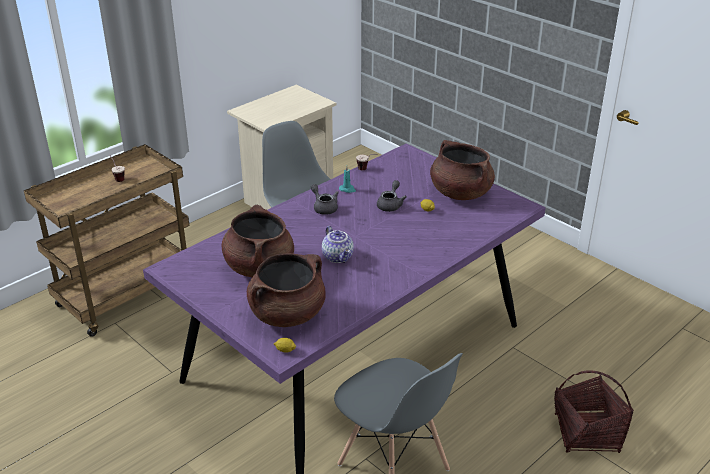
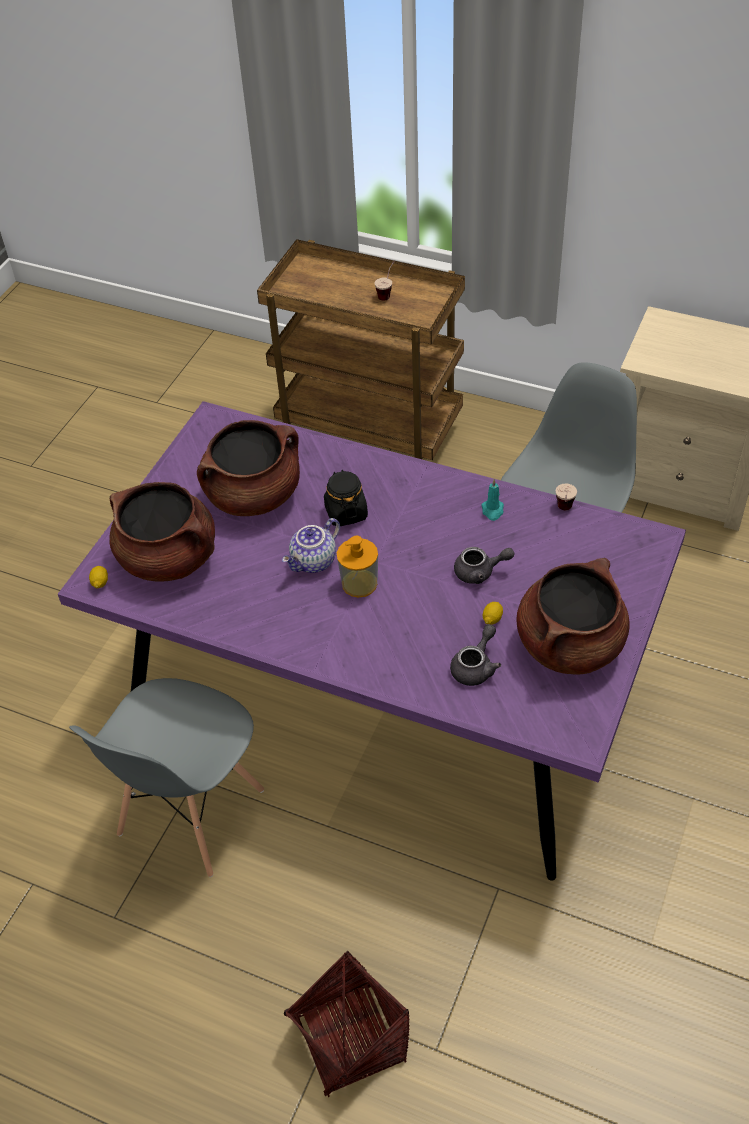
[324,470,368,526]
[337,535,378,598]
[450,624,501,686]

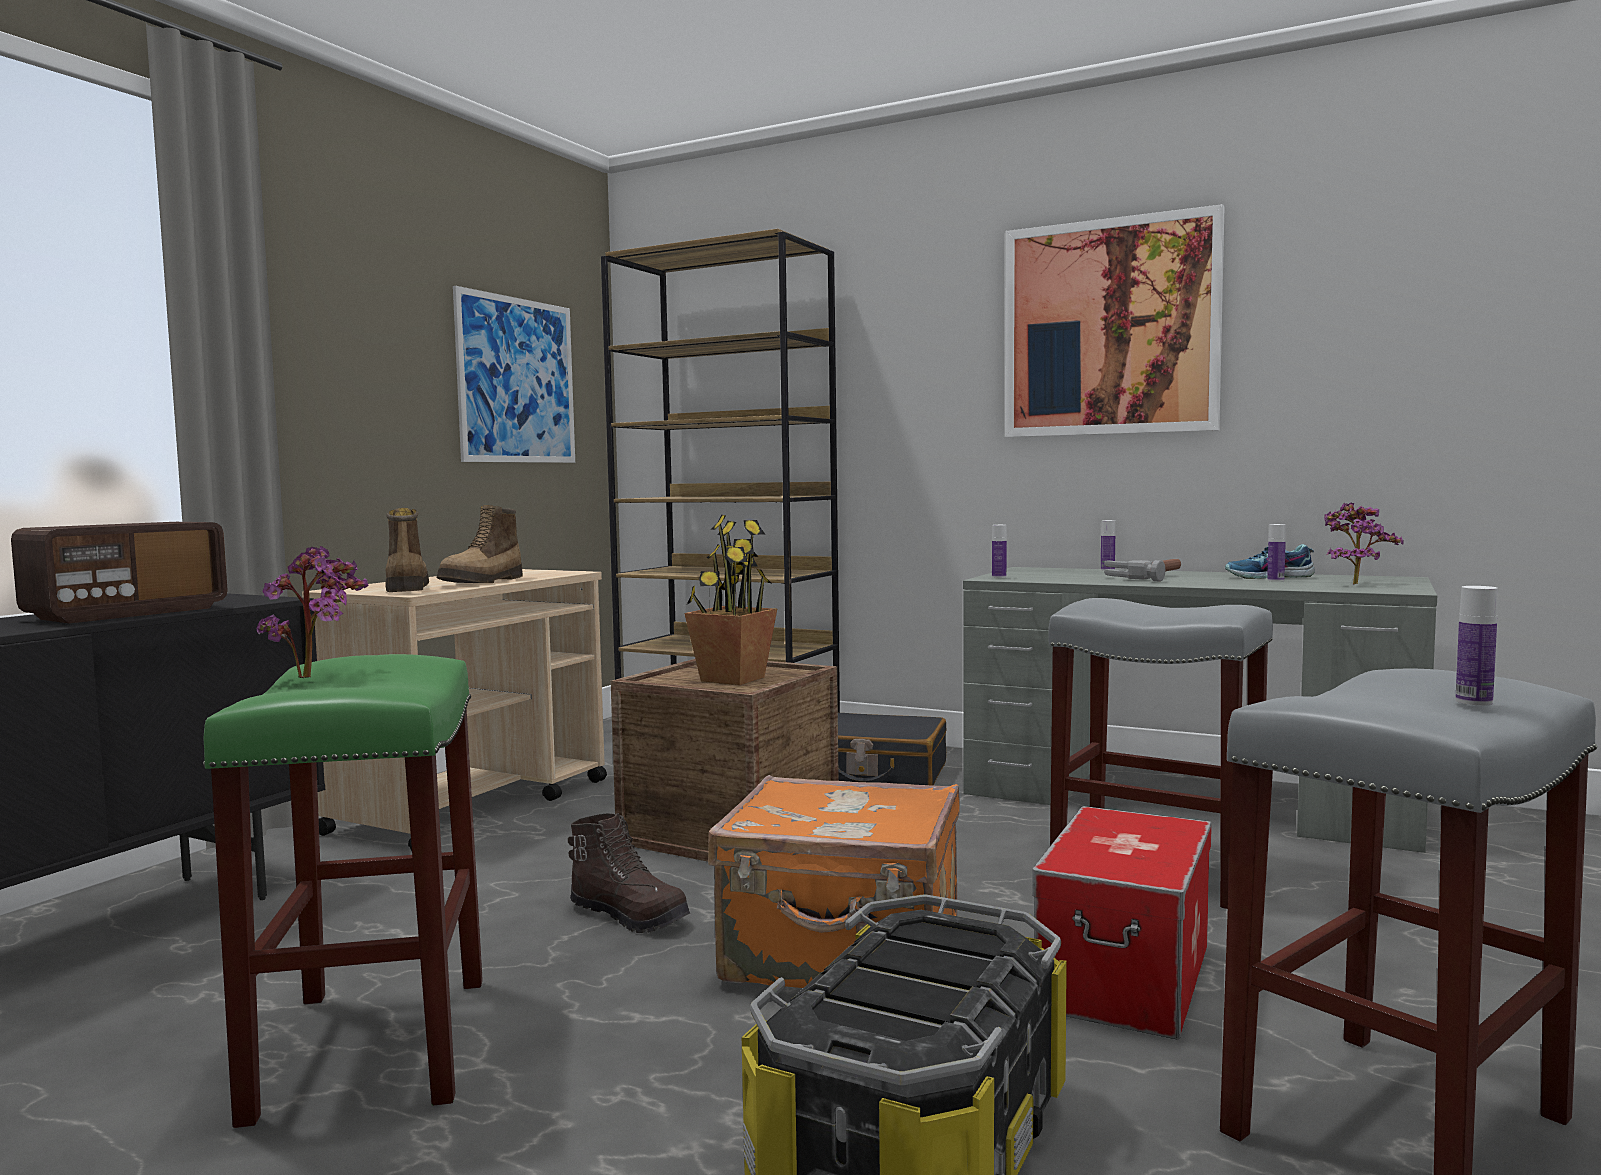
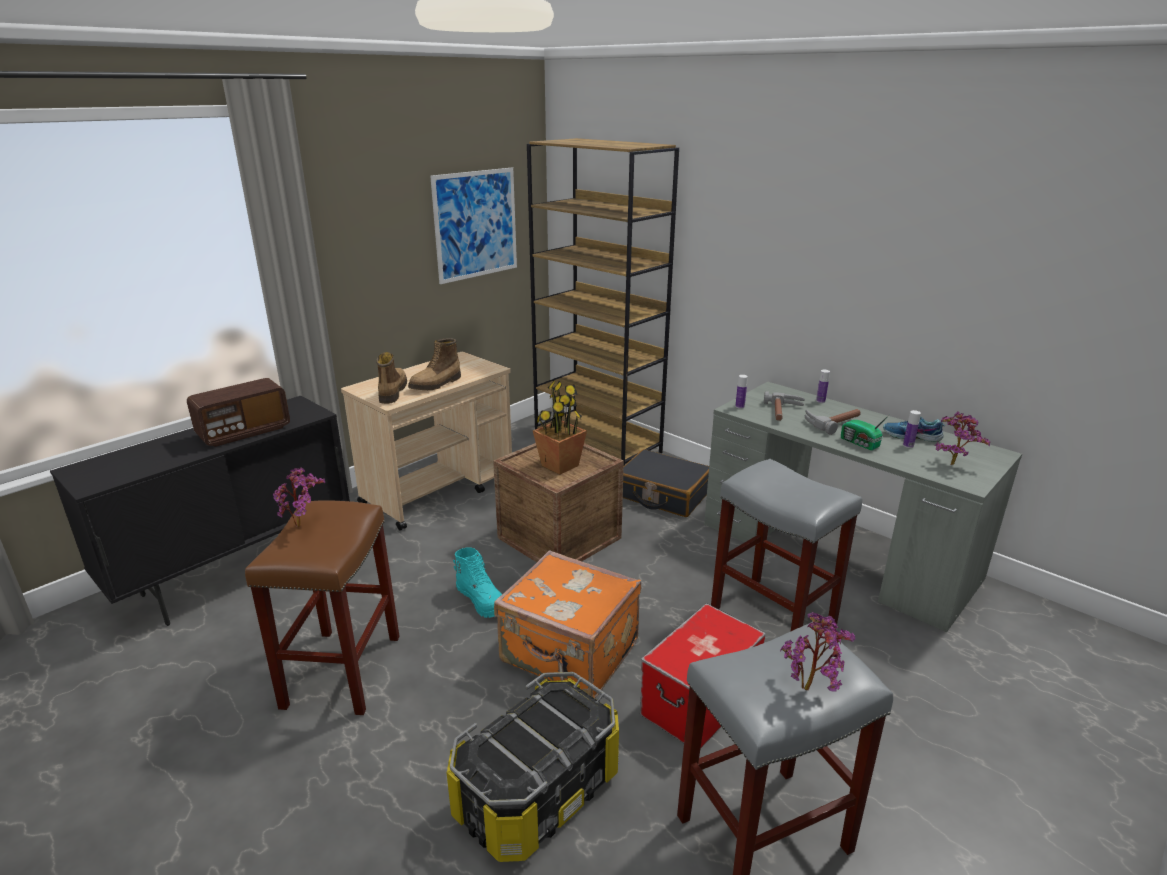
[245,500,400,715]
[453,548,502,618]
[764,391,805,421]
[780,612,855,692]
[841,414,890,450]
[1005,204,1224,437] (first image)

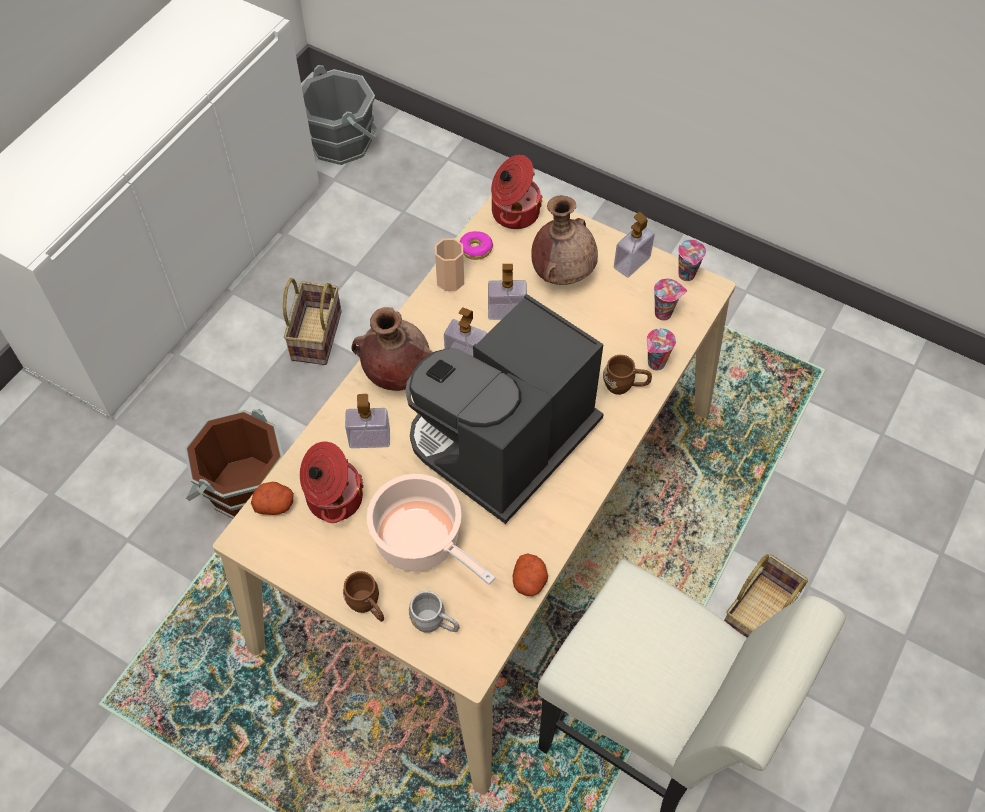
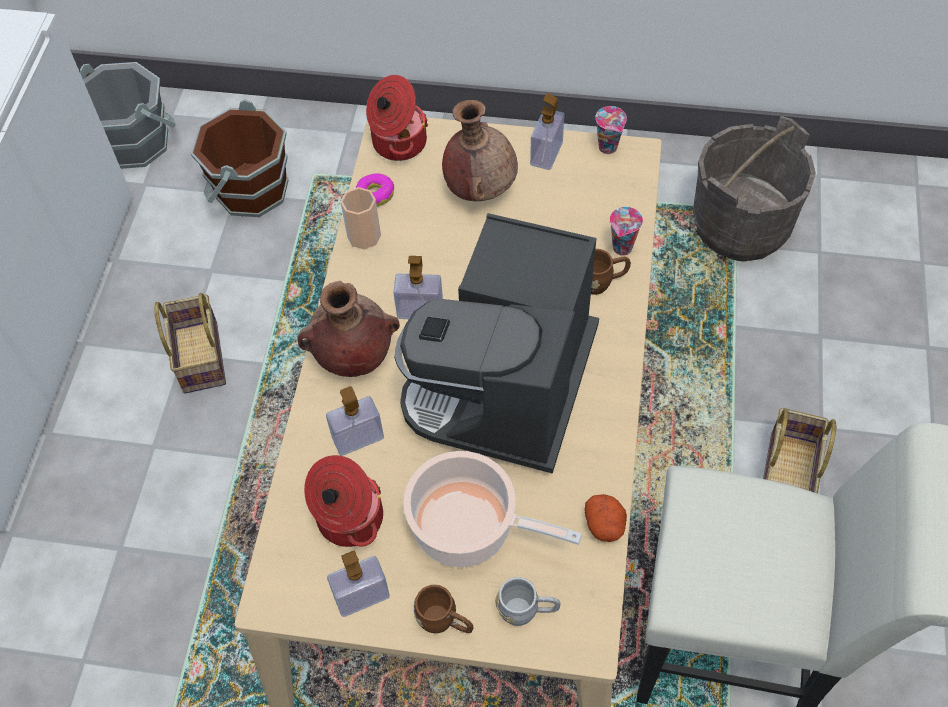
[190,99,288,217]
[327,550,390,617]
[693,116,816,262]
[251,482,294,515] (first image)
[654,278,687,321] (first image)

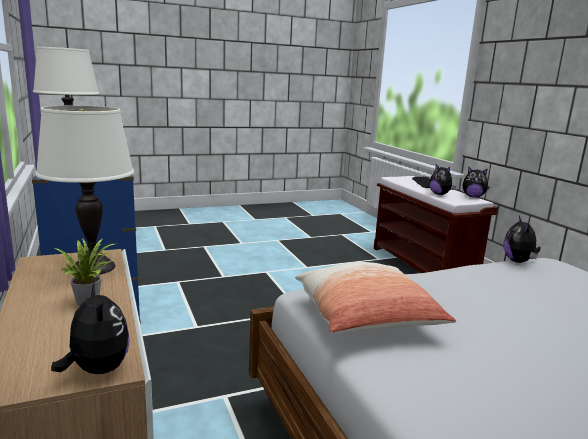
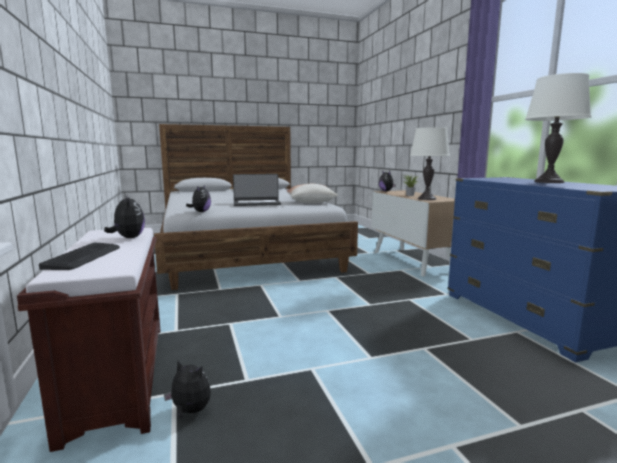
[164,360,211,419]
[233,174,281,206]

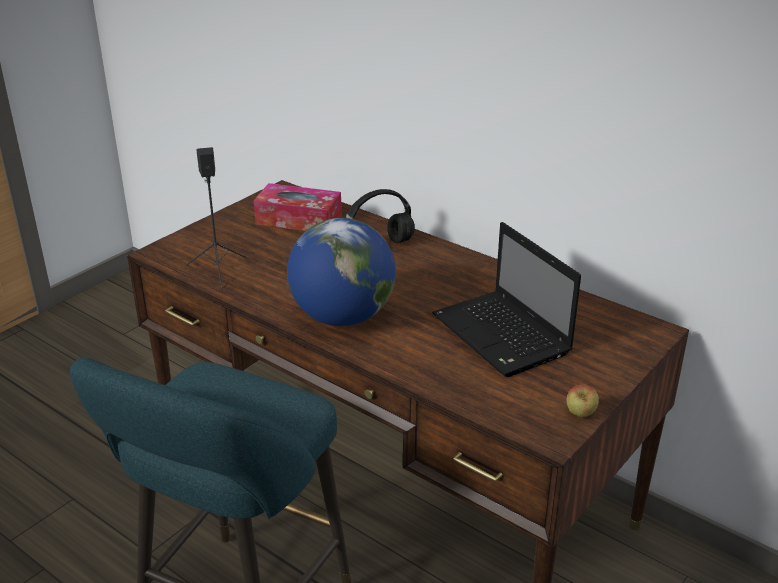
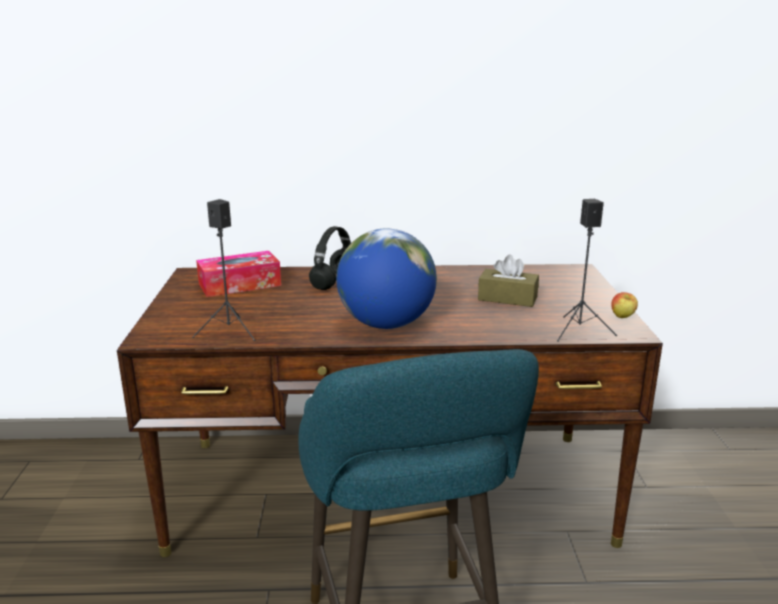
[478,254,539,307]
[557,199,617,342]

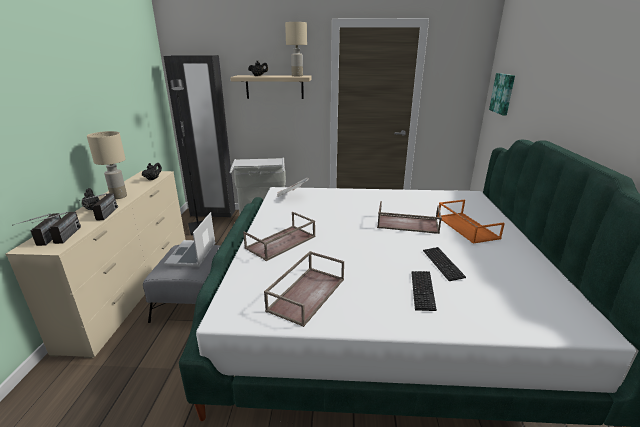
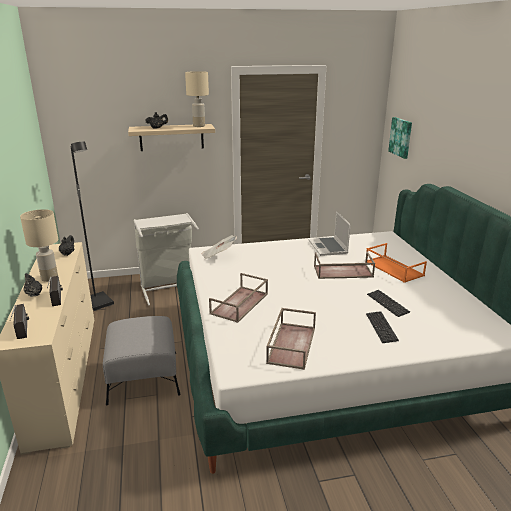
[309,211,350,256]
[32,212,81,244] (first image)
[163,55,235,217] (first image)

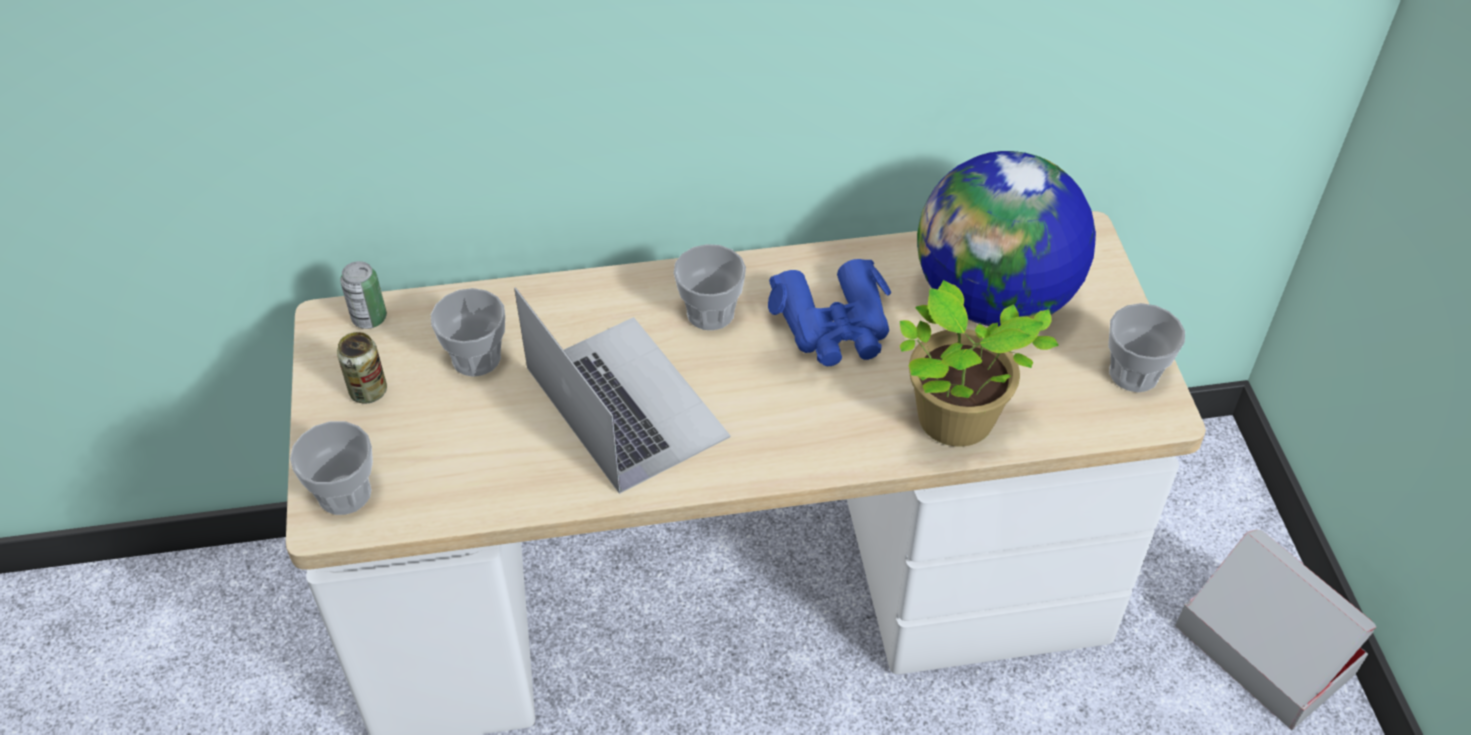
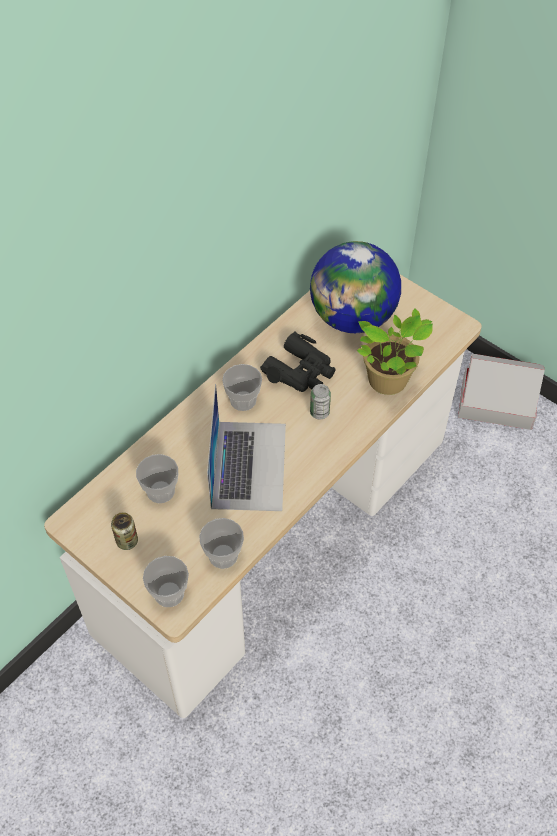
[199,518,244,569]
[207,384,286,511]
[260,332,336,392]
[310,384,331,419]

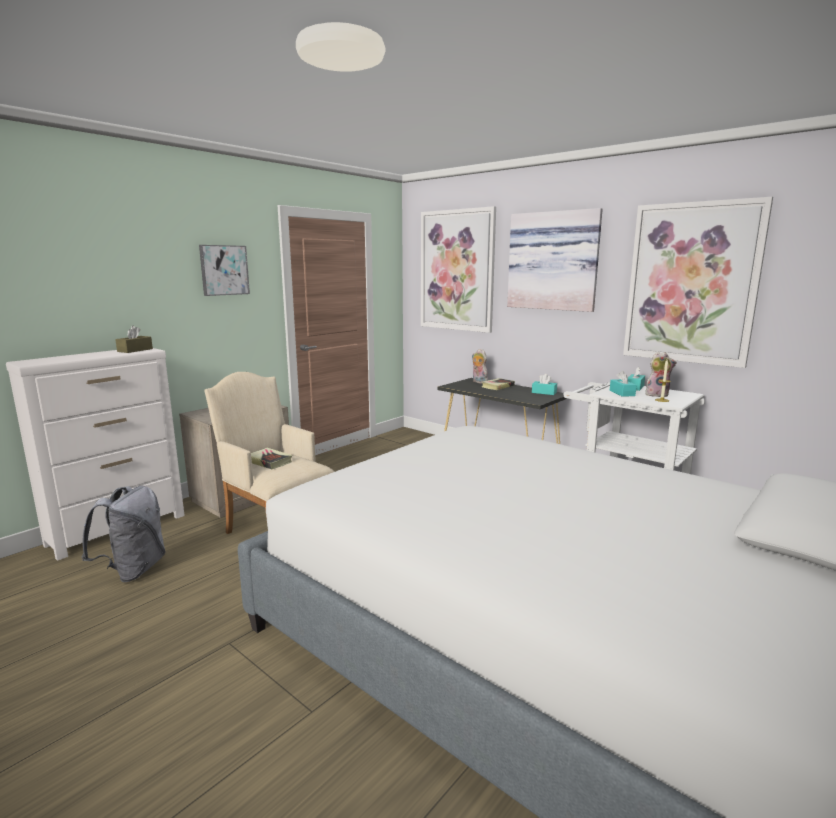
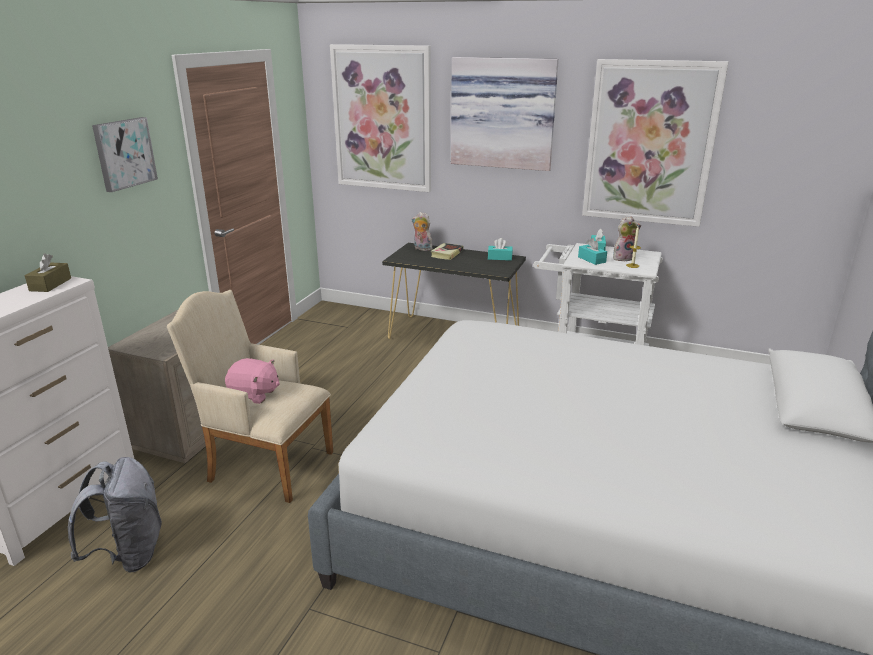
[225,358,280,404]

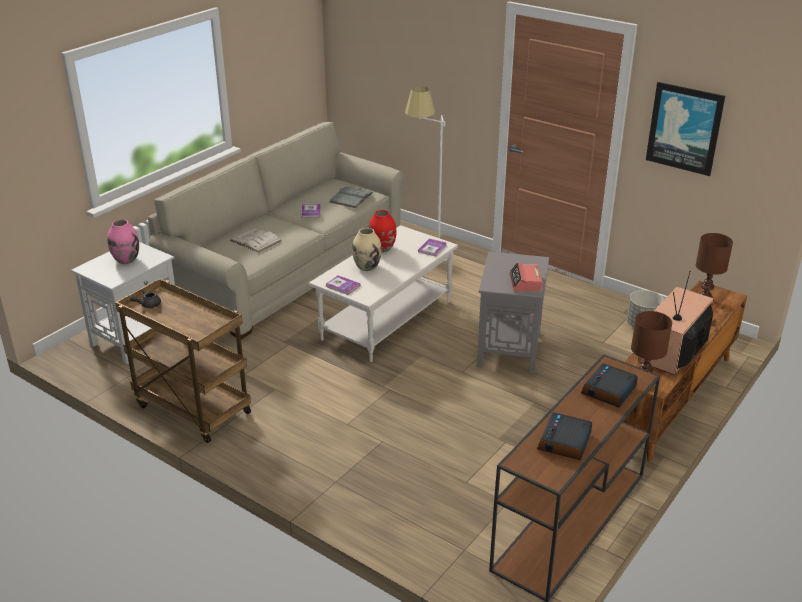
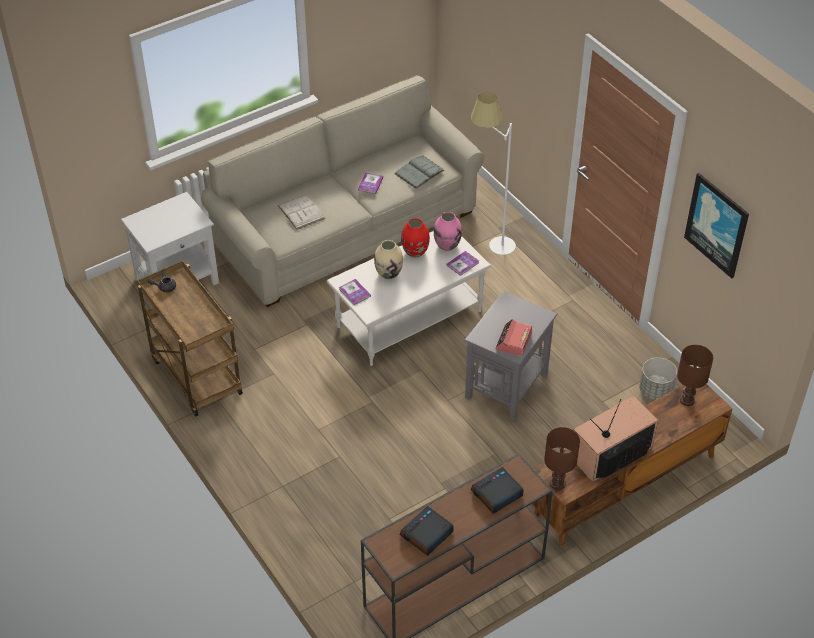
[434,212,462,251]

